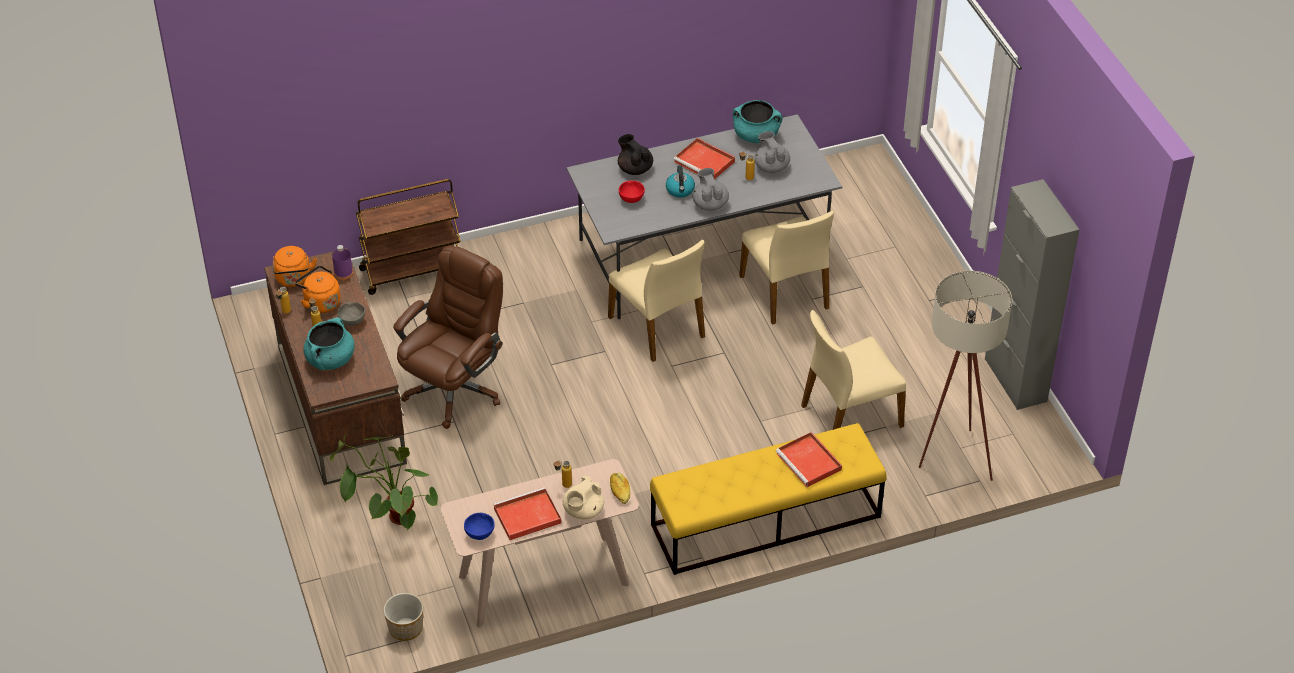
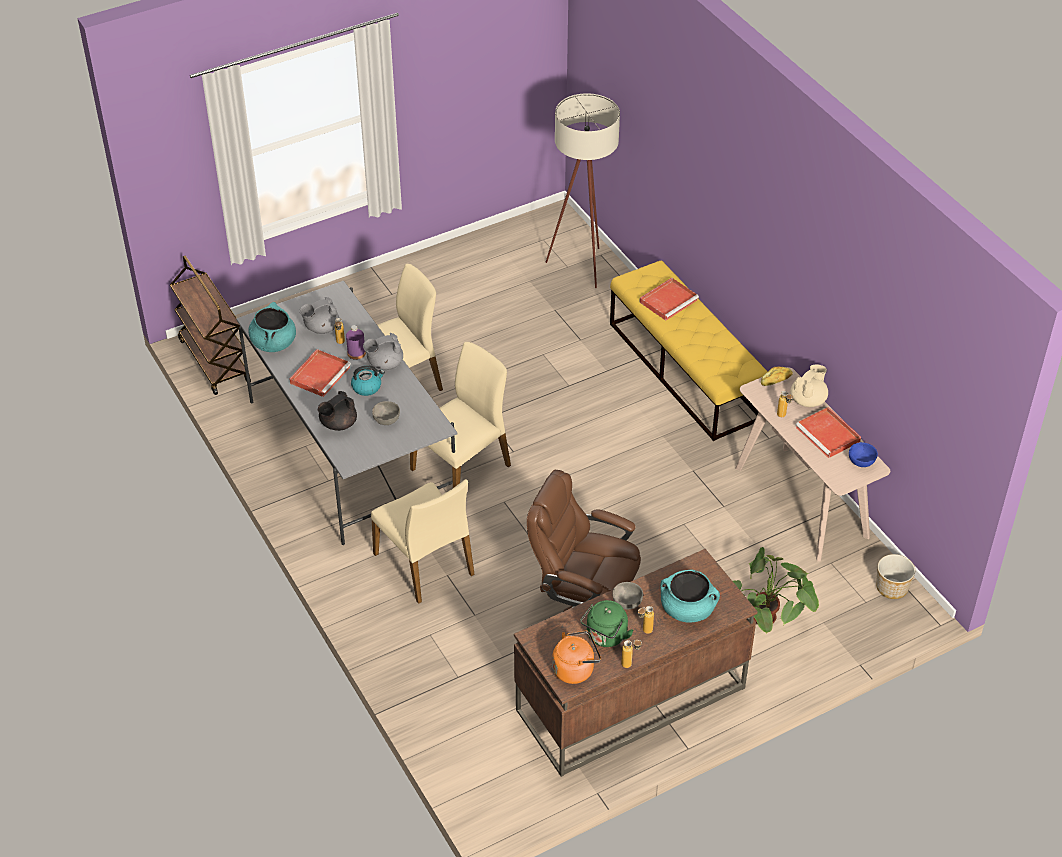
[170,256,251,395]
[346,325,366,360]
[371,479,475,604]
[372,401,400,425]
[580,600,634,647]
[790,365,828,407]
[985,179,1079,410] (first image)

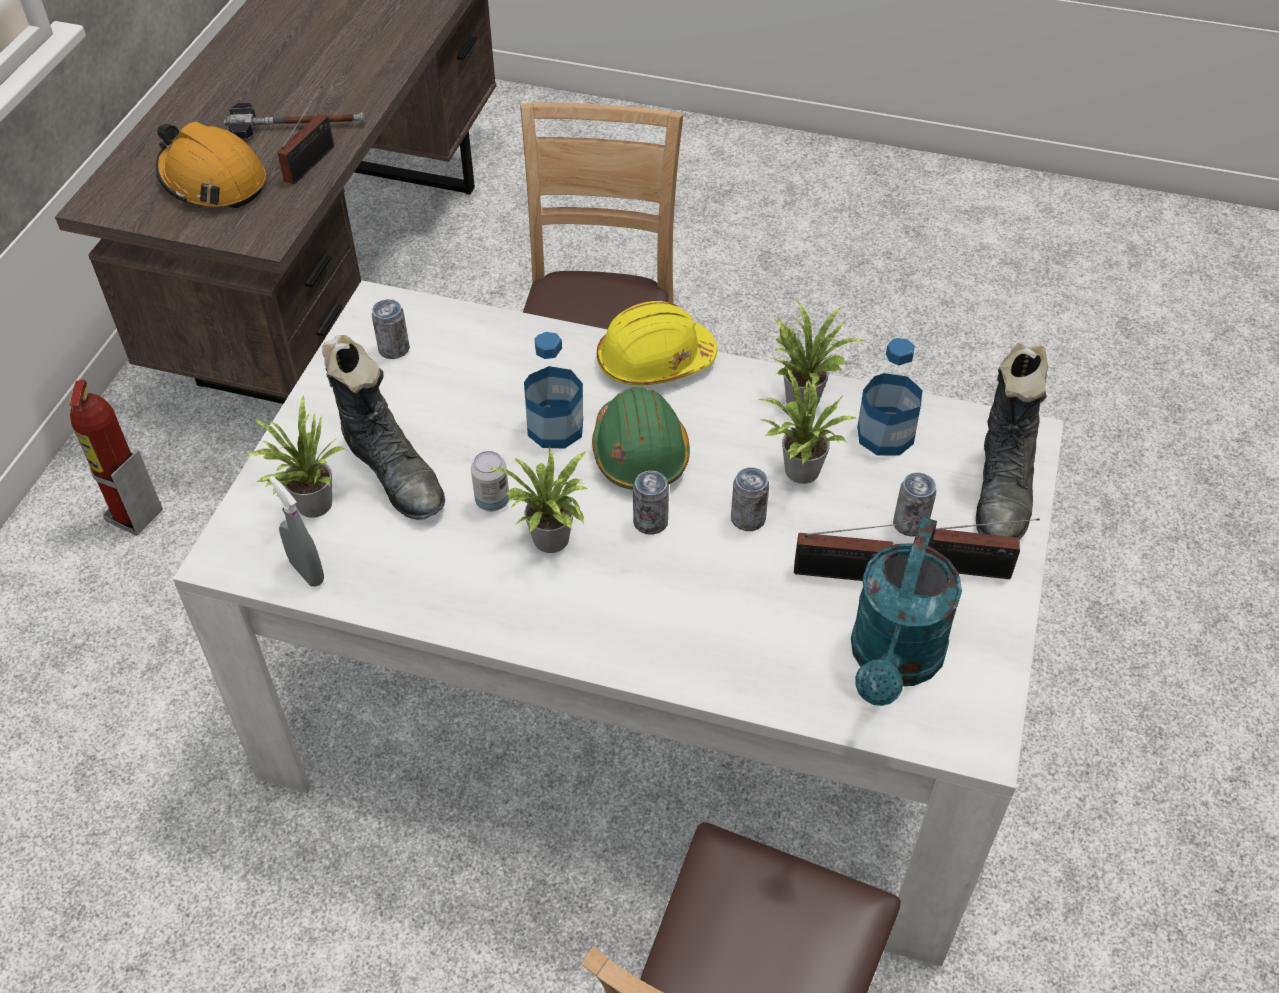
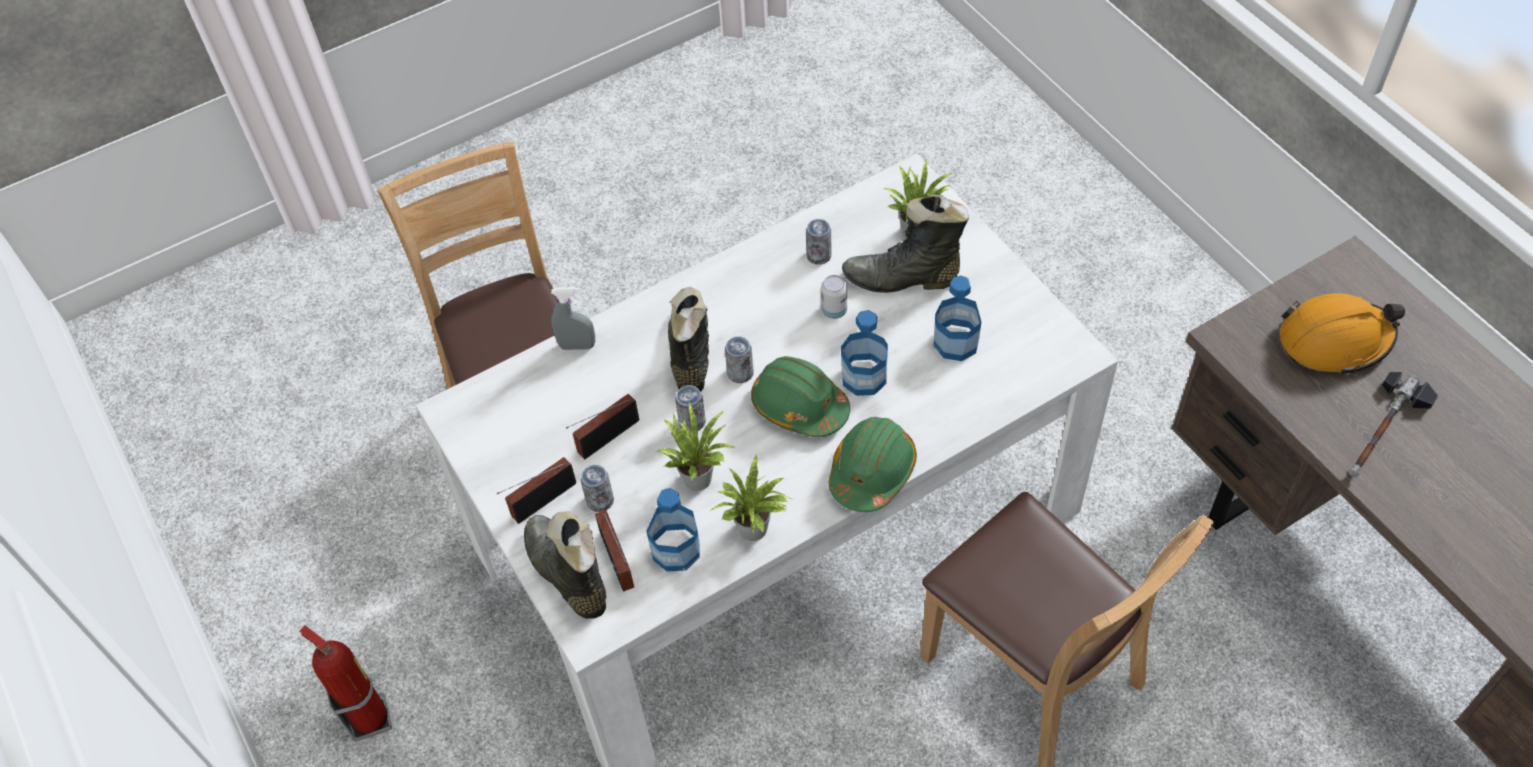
[299,625,392,742]
[551,287,595,350]
[595,510,634,592]
[668,287,709,392]
[806,219,831,265]
[829,417,917,512]
[934,275,981,361]
[489,446,587,553] (first image)
[851,517,962,706] (first image)

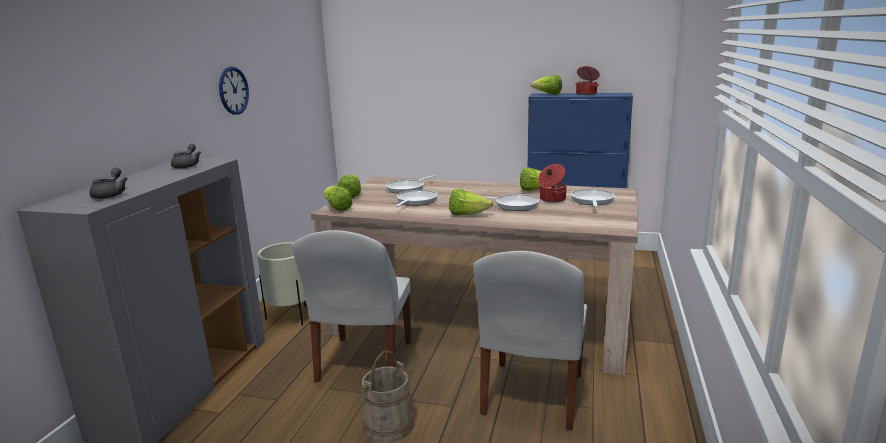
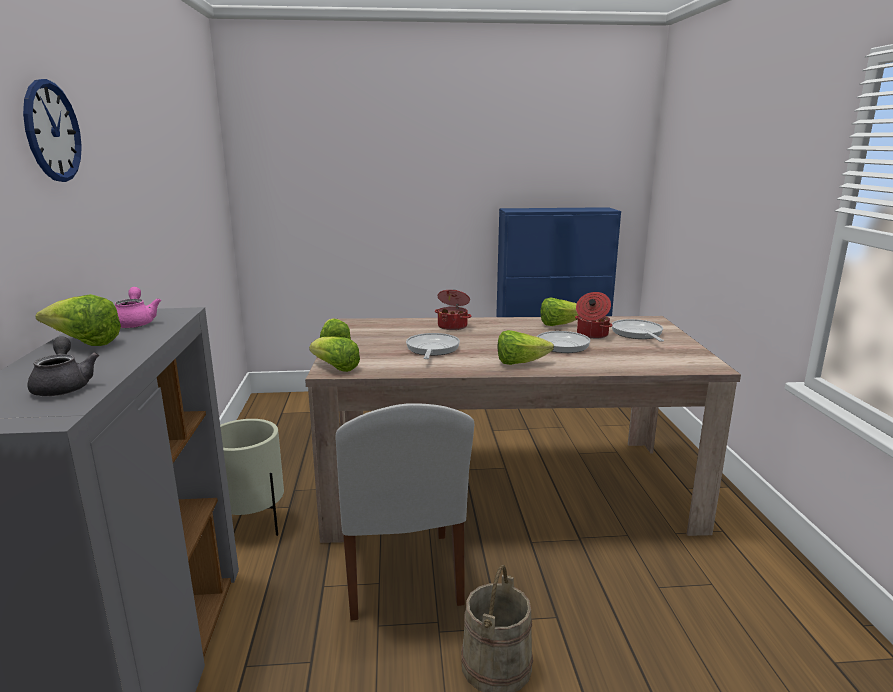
[23,79,82,182]
[35,294,121,346]
[115,287,161,328]
[435,290,471,330]
[386,176,435,194] (first image)
[473,251,587,430] (first image)

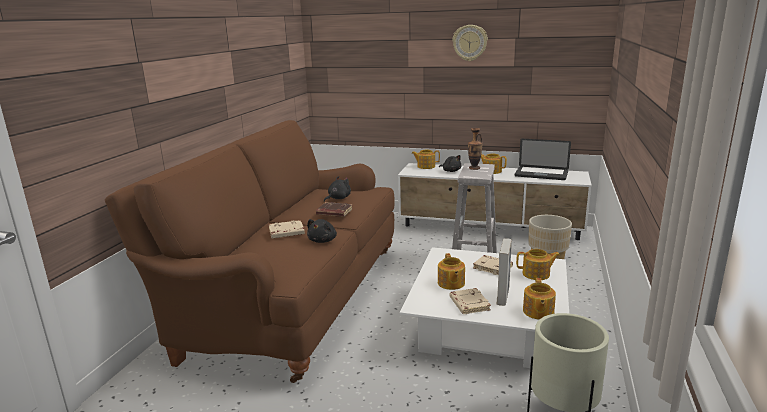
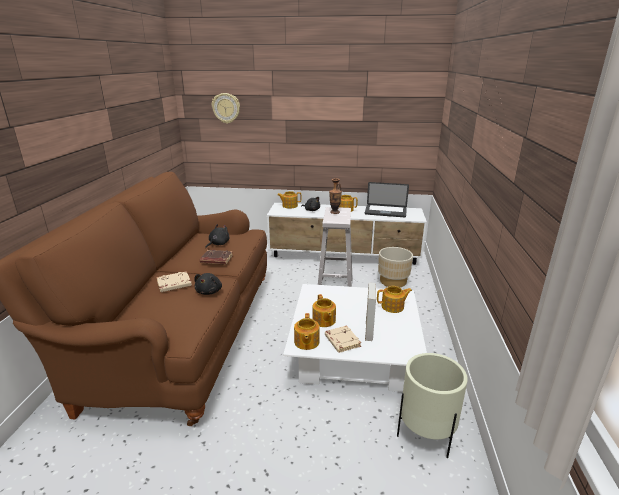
[212,93,240,124]
[294,313,320,350]
[473,255,513,275] (first image)

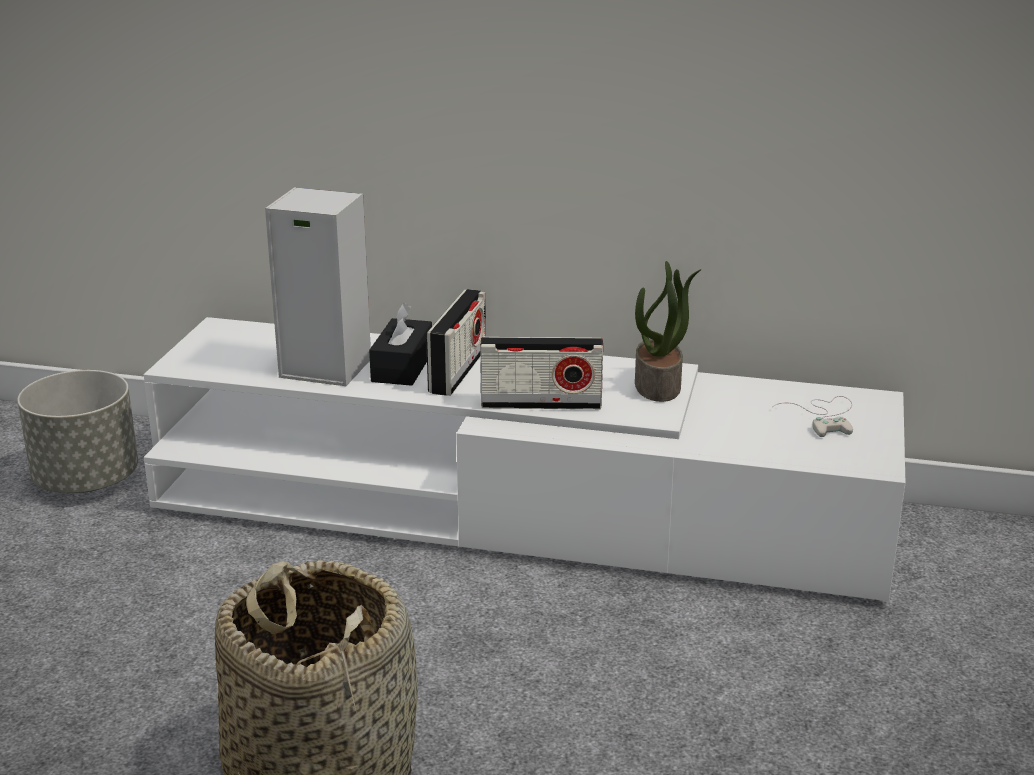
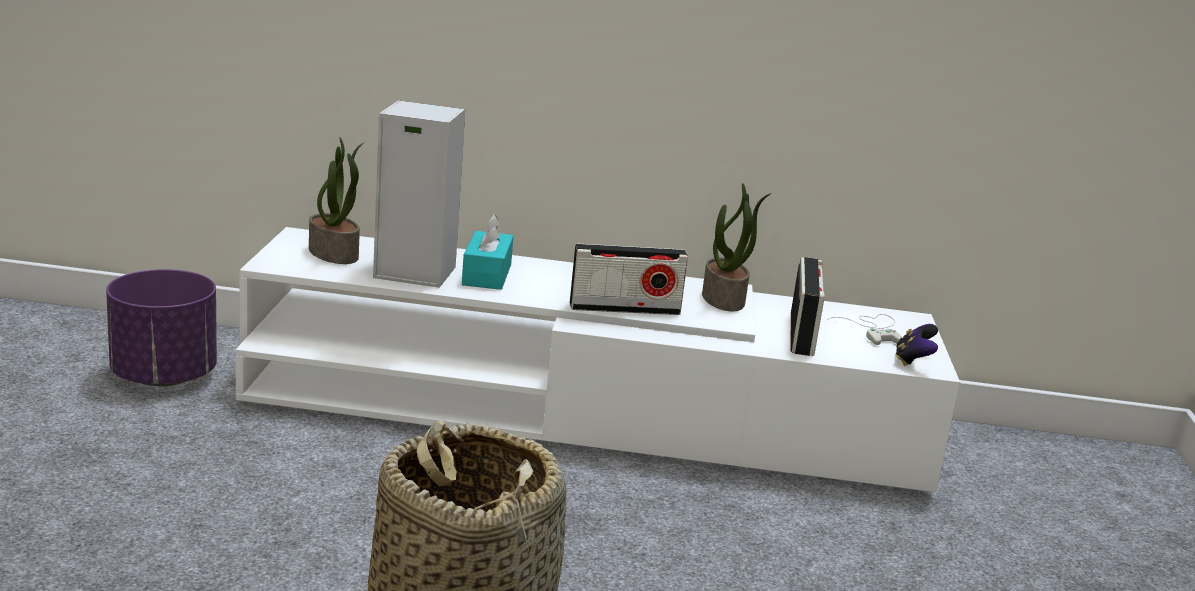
[106,269,217,386]
[309,137,364,264]
[462,214,513,290]
[790,257,825,356]
[895,324,938,366]

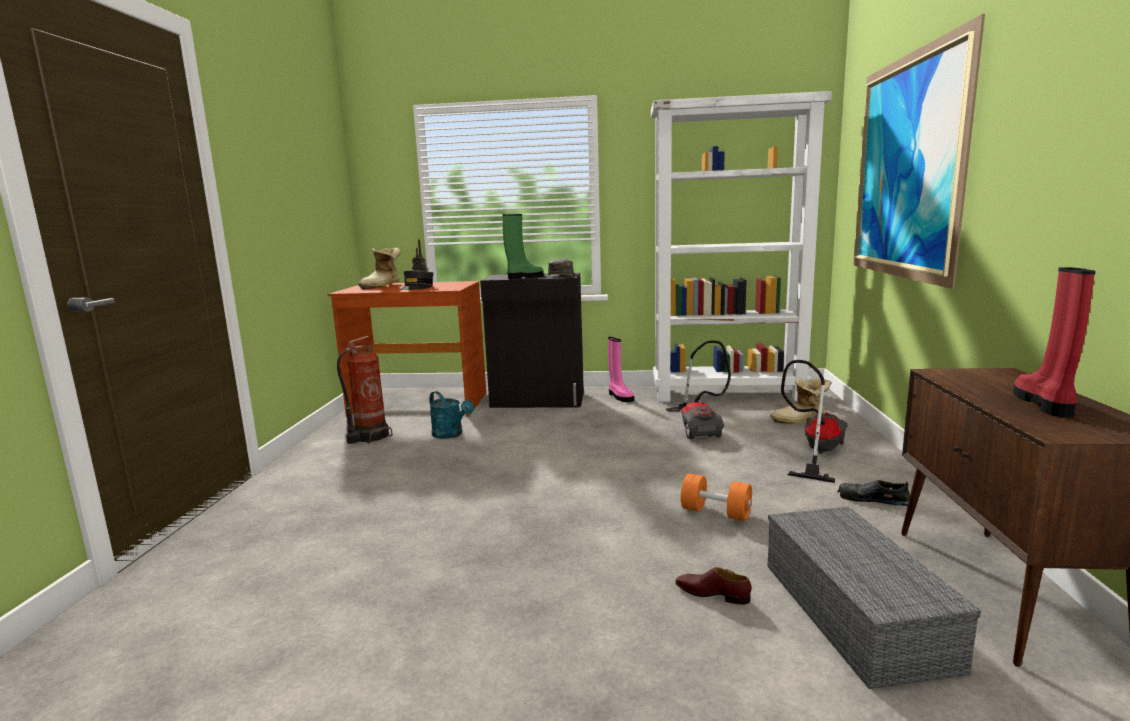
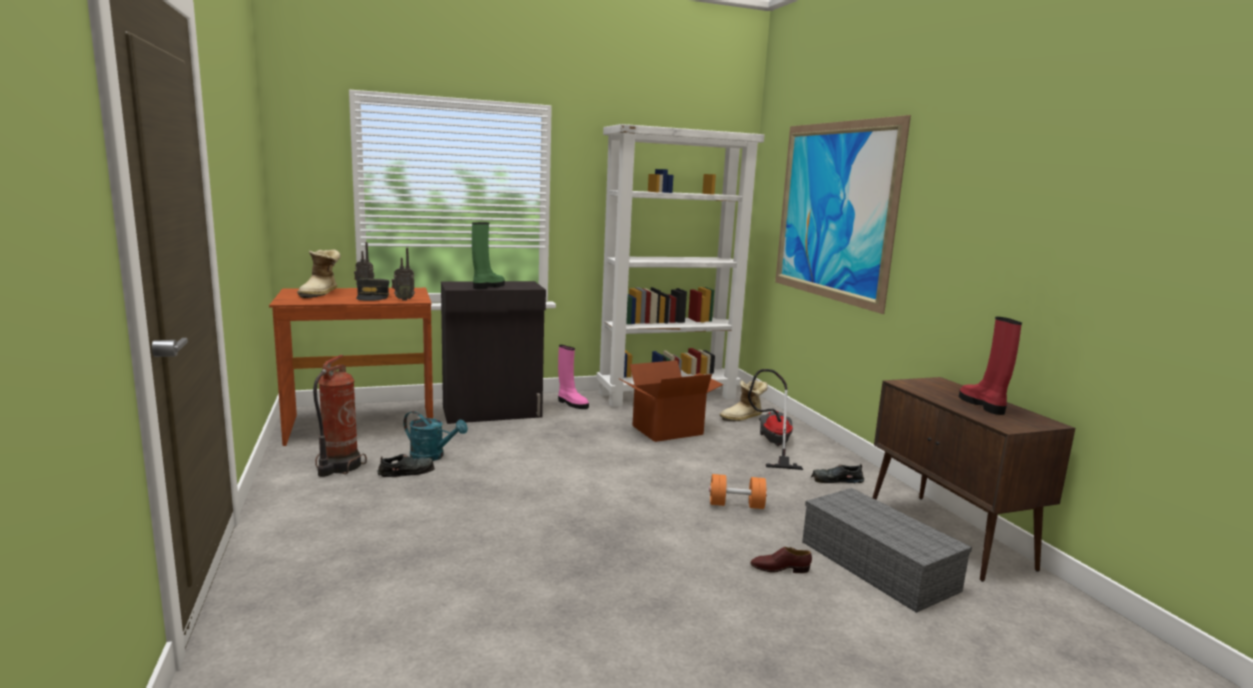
[377,454,435,477]
[392,248,415,301]
[620,360,723,442]
[548,259,574,277] (first image)

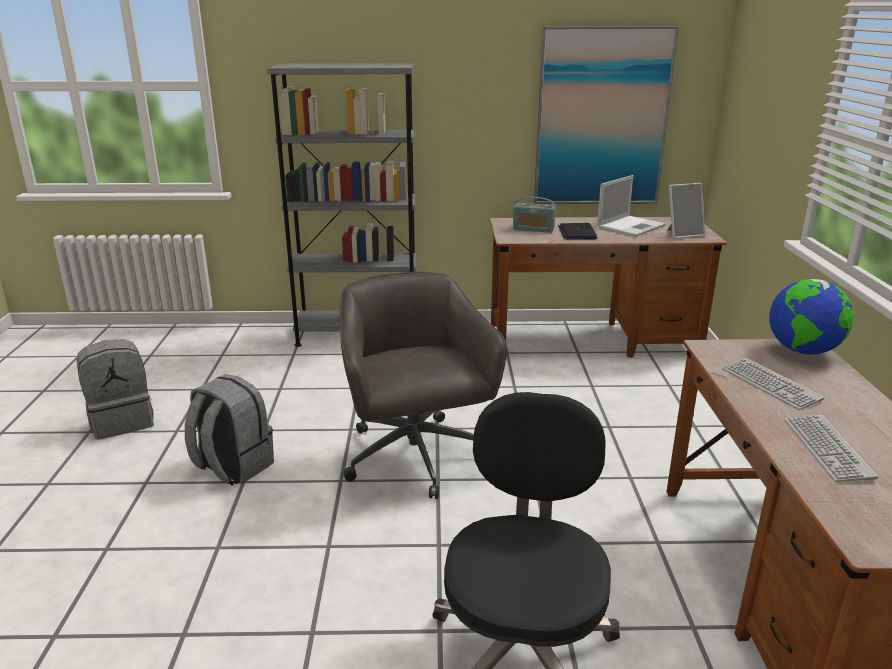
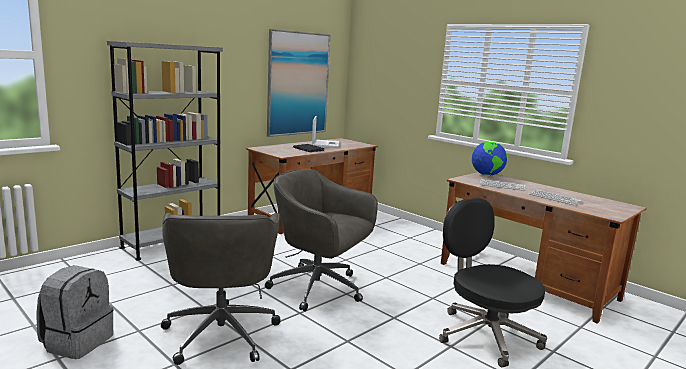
[161,213,280,365]
[513,197,556,233] (first image)
[667,183,706,239] (first image)

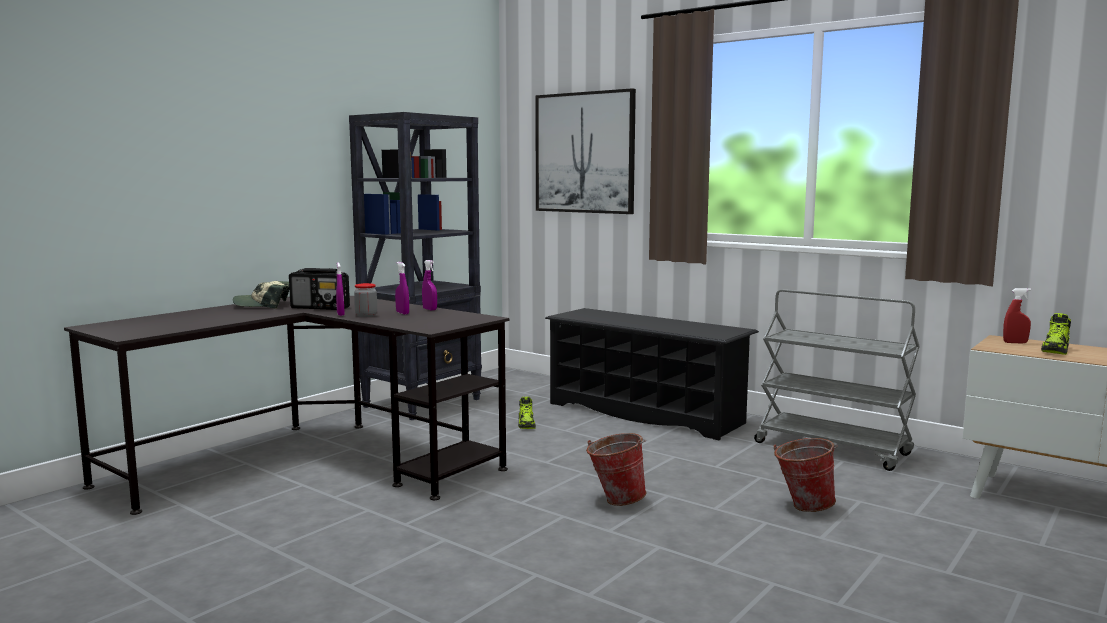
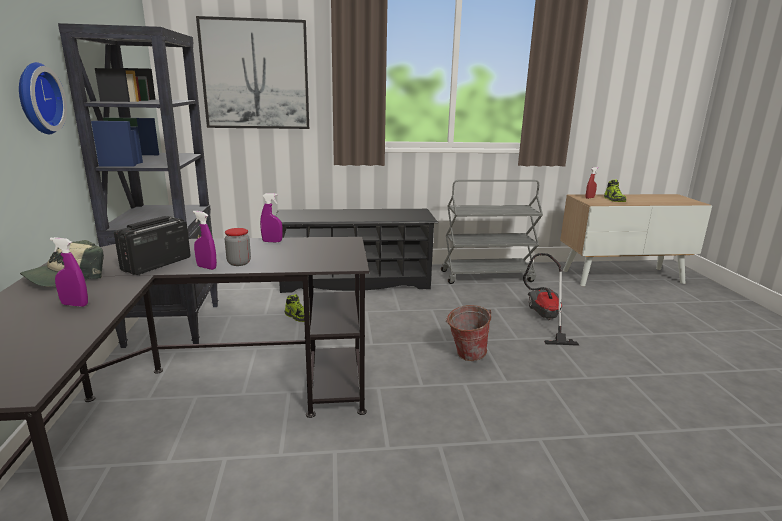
[19,62,67,134]
[50,237,88,307]
[114,216,191,275]
[523,253,579,346]

